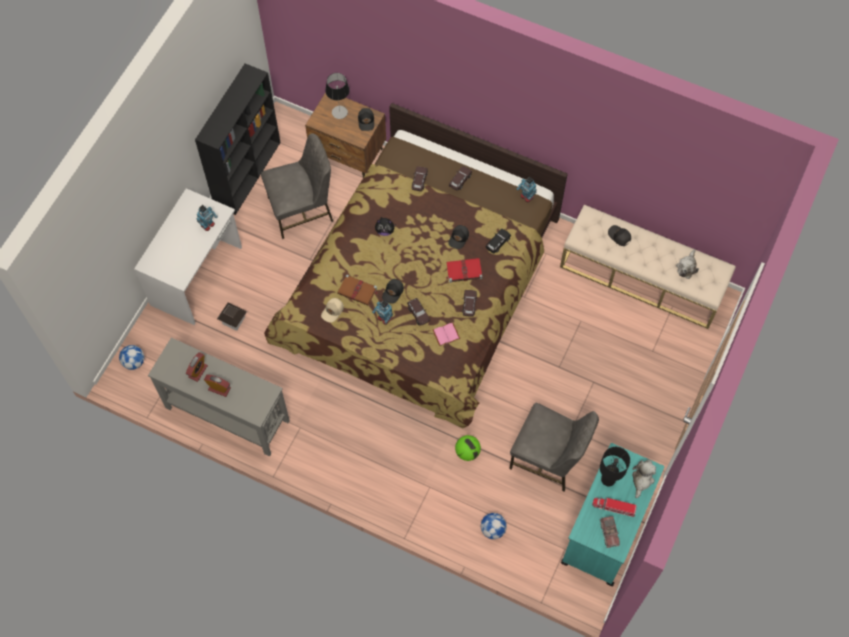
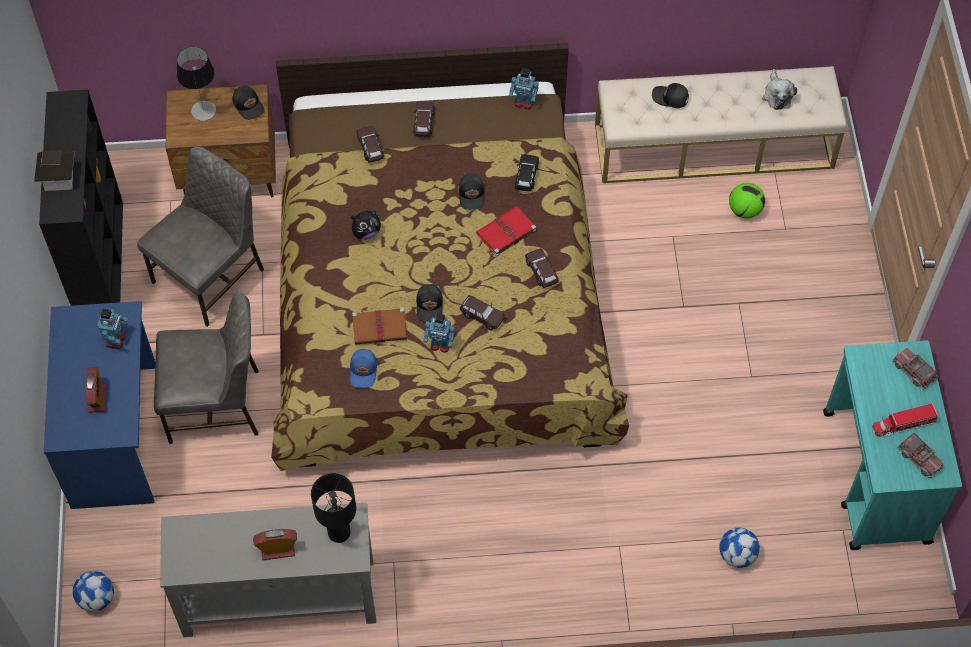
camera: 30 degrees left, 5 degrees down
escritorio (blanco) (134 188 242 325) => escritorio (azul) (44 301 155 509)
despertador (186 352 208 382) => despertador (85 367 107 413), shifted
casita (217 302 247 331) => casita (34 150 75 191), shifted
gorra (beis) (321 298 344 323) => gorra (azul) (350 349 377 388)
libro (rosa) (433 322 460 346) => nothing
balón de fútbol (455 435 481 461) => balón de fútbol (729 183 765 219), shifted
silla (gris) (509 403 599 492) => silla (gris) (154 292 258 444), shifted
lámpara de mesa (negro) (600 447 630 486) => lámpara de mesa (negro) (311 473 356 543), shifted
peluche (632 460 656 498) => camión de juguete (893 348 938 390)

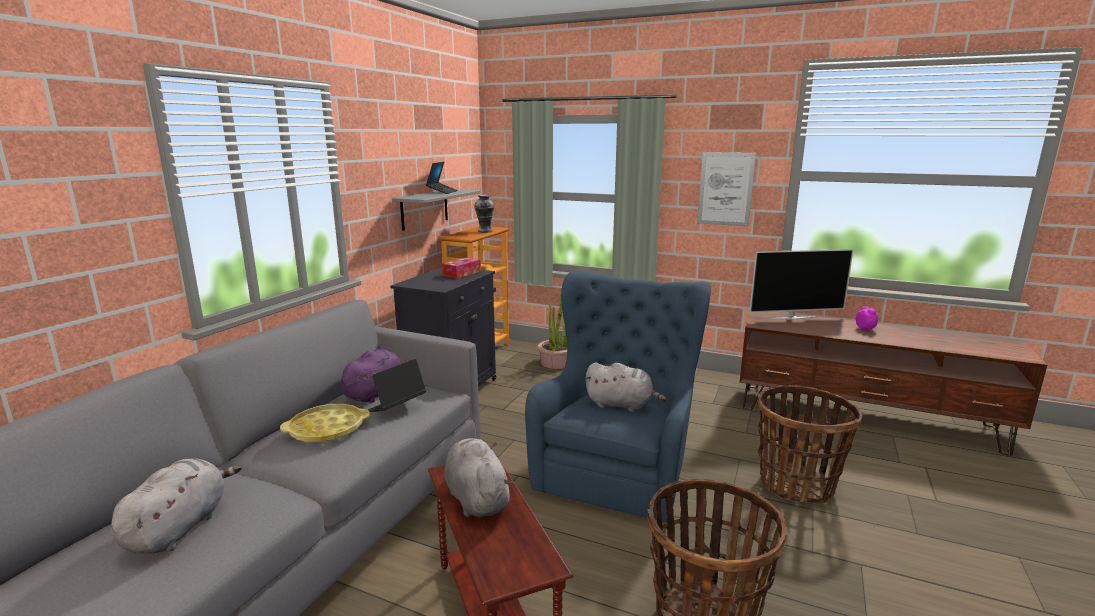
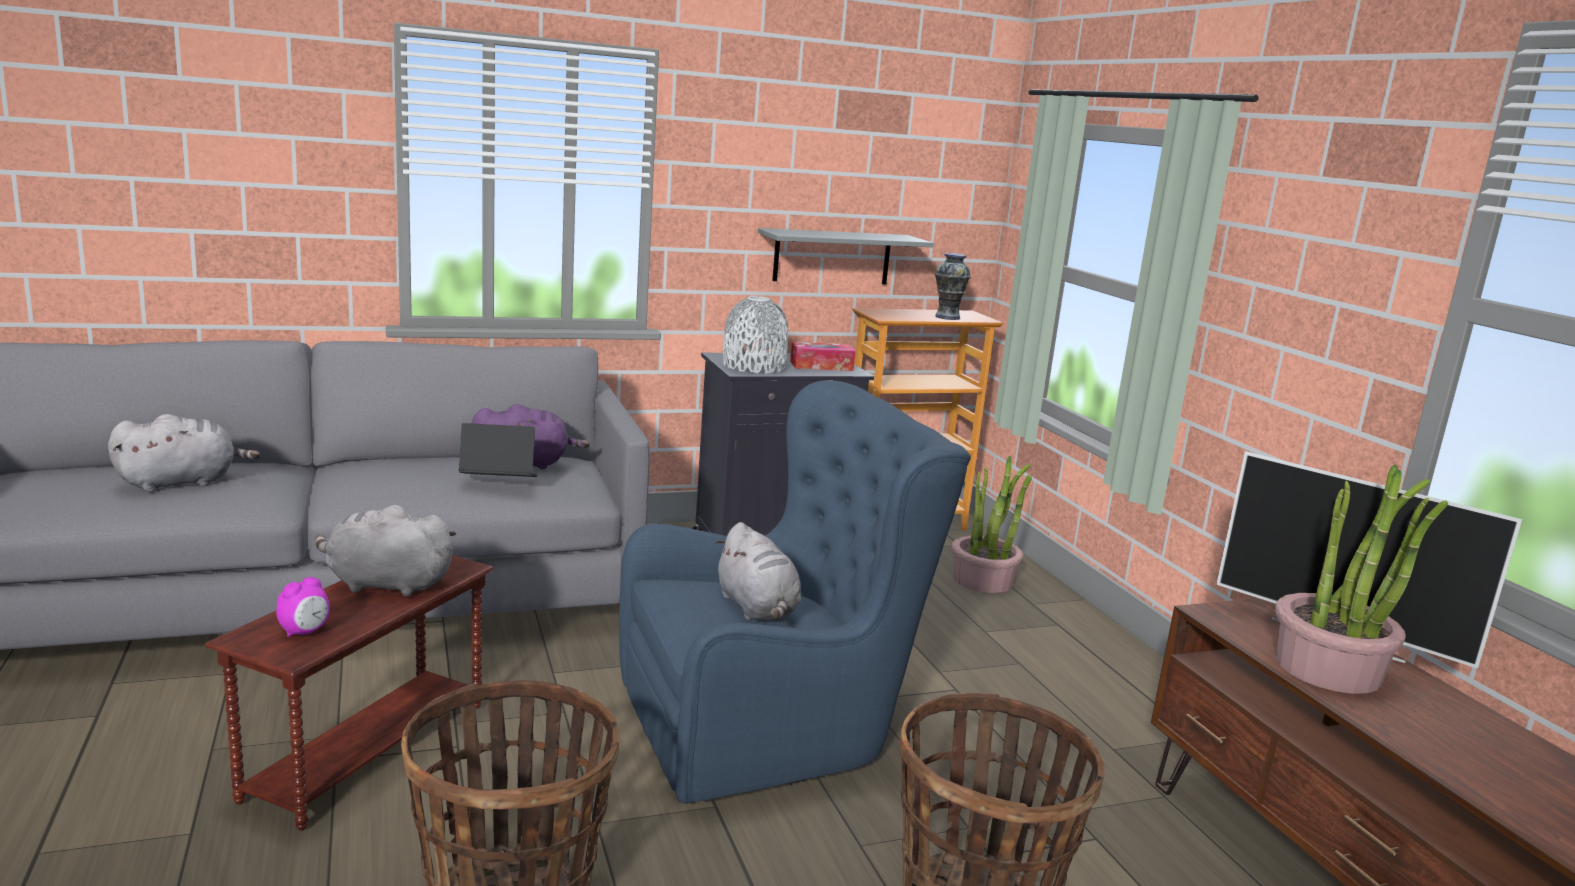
camera: 45 degrees right, 0 degrees up
bandeja (amarillo) (280 404 370 443) => nothing
portátil (426 162 458 194) => nothing
peluche (gris) (445 438 513 517) => peluche (gris) (315 505 456 597), 105 degrees counterclockwise
cuadro (697 152 756 226) => nothing
despertador (856 307 878 331) => despertador (276 577 330 637), shifted
nothing => florero (gris) (723 296 788 374)
nothing => planta en maceta (1275 465 1448 694)

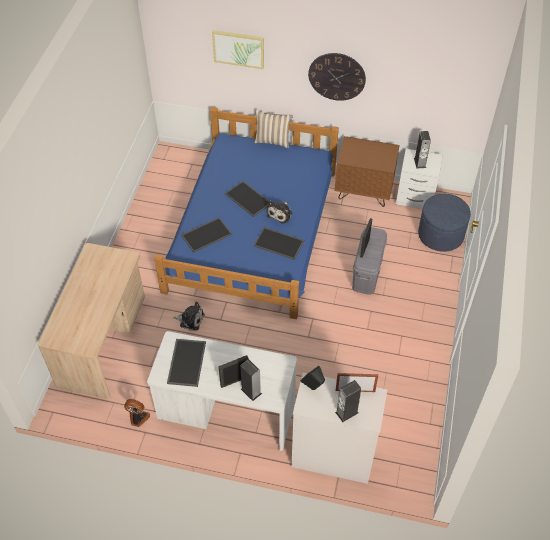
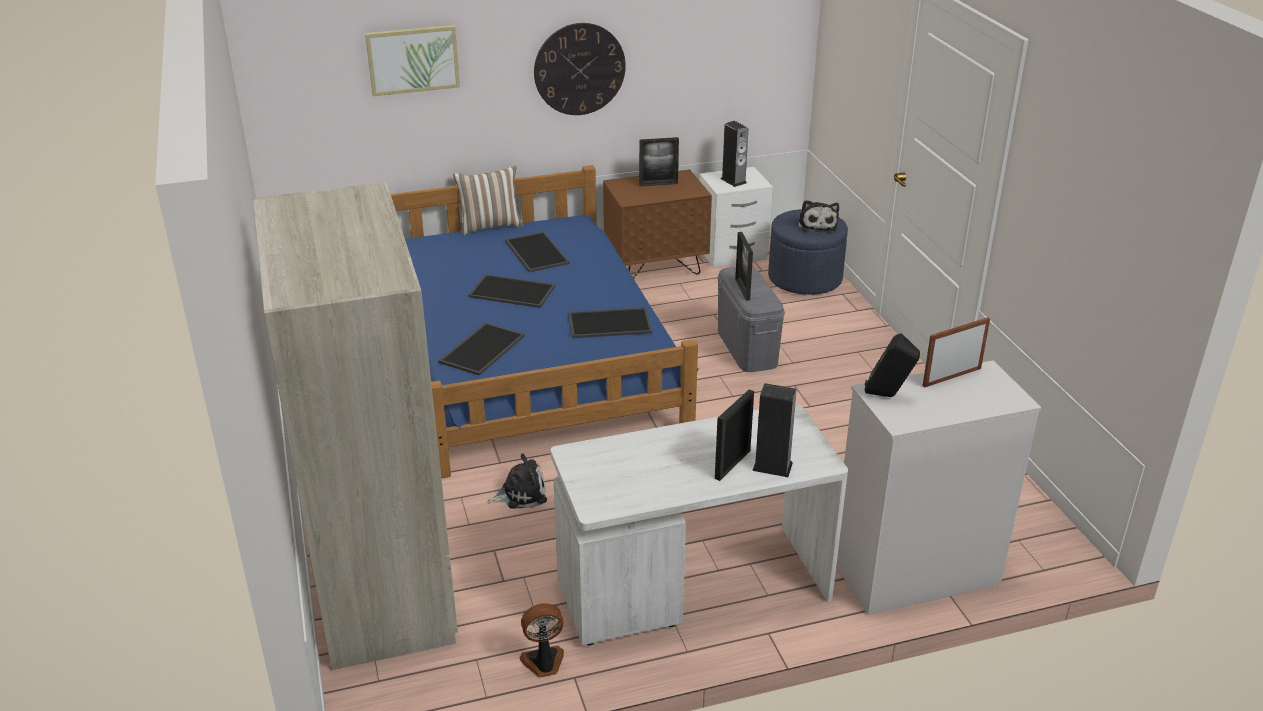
camera: 30 degrees left, 20 degrees down
escritorio (beis) (38 243 145 399) => armario ropero (beis) (253 182 458 670)
bandeja (167 339 206 387) => bandeja (505 232 569 272), shifted
peluche (267 201 292 224) => peluche (798 200 839 232), shifted
altavoz (335 380 361 422) => nothing
nothing => portarretratos (639 137 679 186)

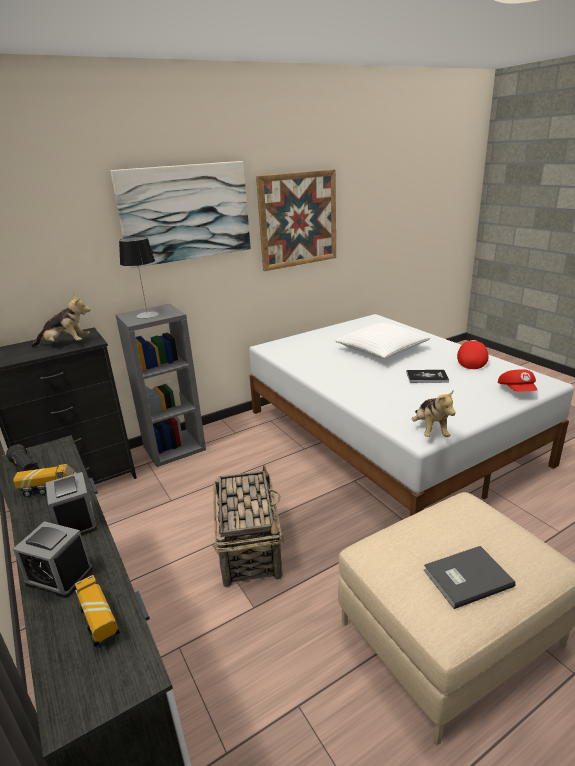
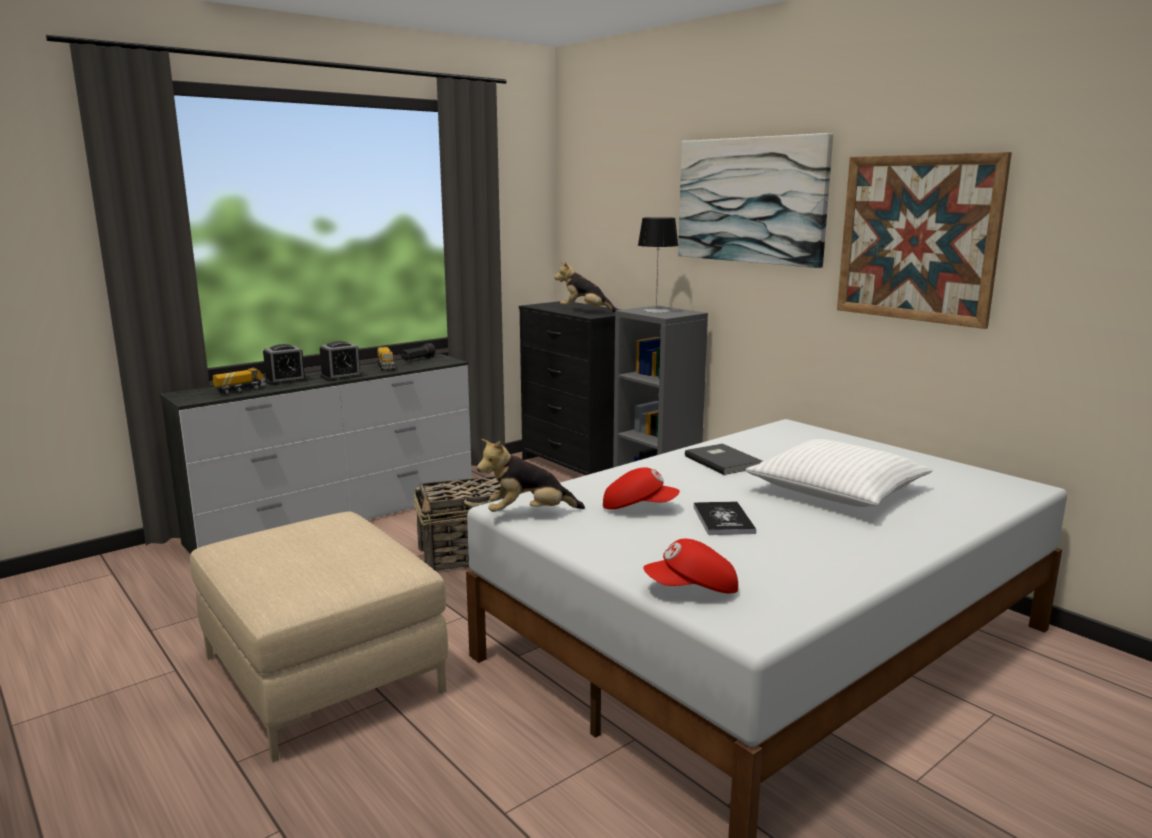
camera: 80 degrees right, 10 degrees down
despertador (13 521 93 598) => despertador (263 344 307 385), 135 degrees counterclockwise
peluche (31 295 90 347) => peluche (554 261 618 312), 120 degrees clockwise
libro (gris) (424 546 516 609) => libro (gris) (685 444 762 475), shifted
gorra (rojo) (457 340 488 369) => gorra (rojo) (603 467 680 509), shifted

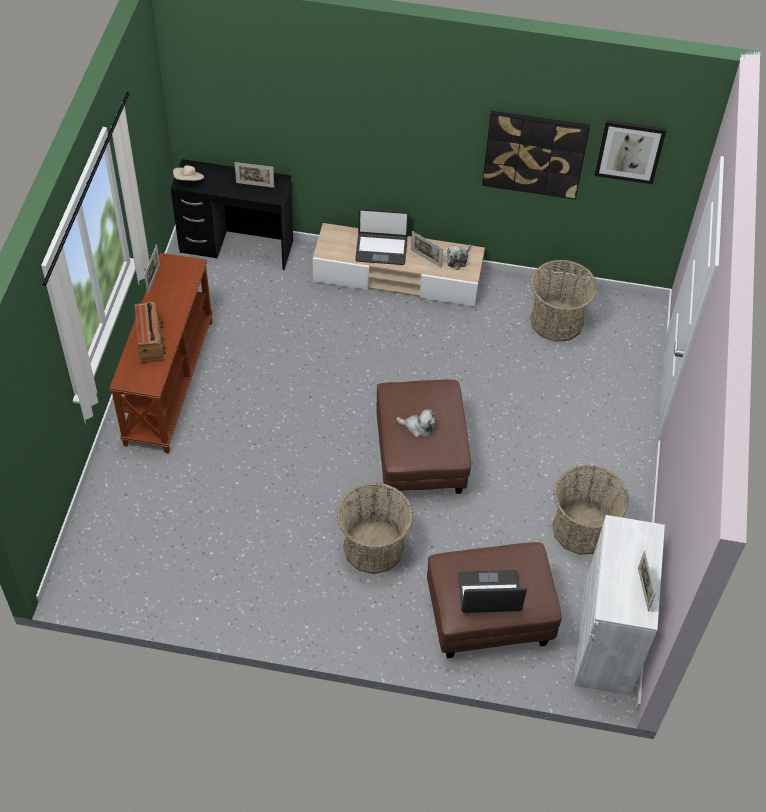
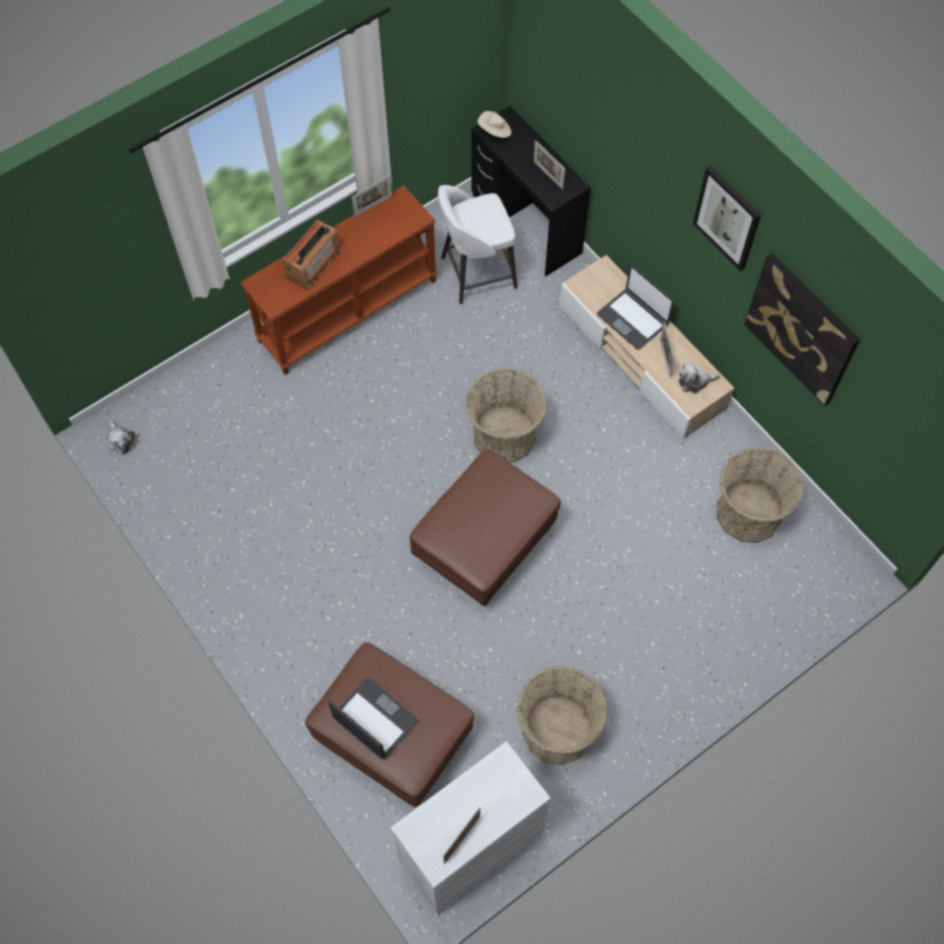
camera: 45 degrees right, 10 degrees up
cesta (337 483 413 574) => cesta (466 368 547 463), shifted
peluche (396 409 436 438) => peluche (108 419 135 455), shifted
cuadro (595 120 667 184) => cuadro (693 166 761 271), shifted
nothing => taburete (blanco) (438 185 518 304)

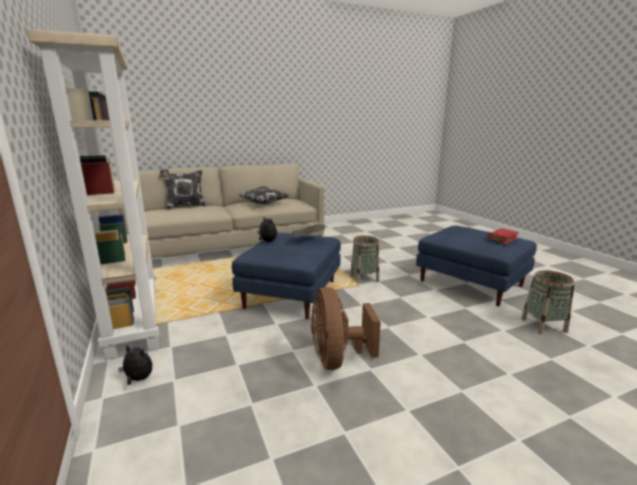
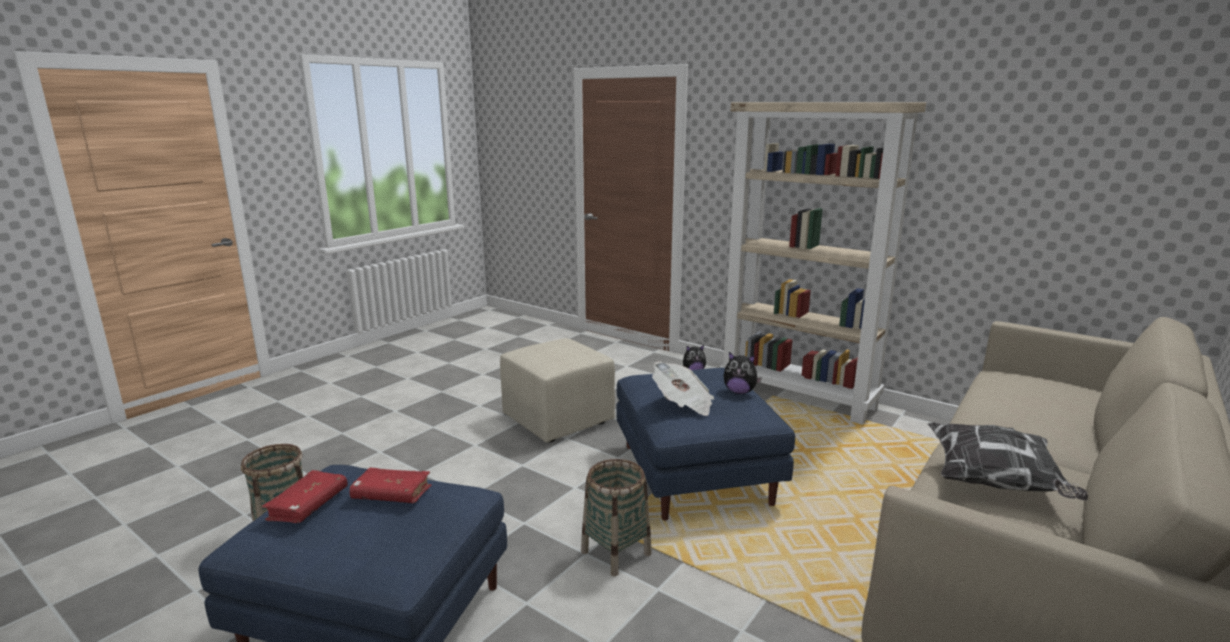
camera: 150 degrees right, 0 degrees up
cojín (160 169 206 209) => nothing
ventilador (marrón) (311 287 381 370) => puf (beis) (500 338 615 442)
nothing => libro (rojo) (350 467 432 503)

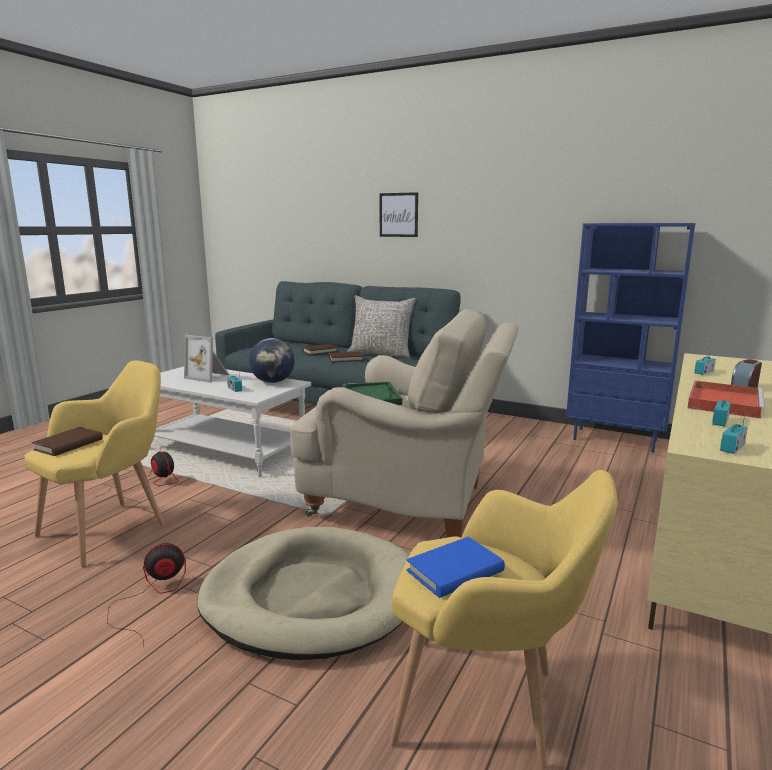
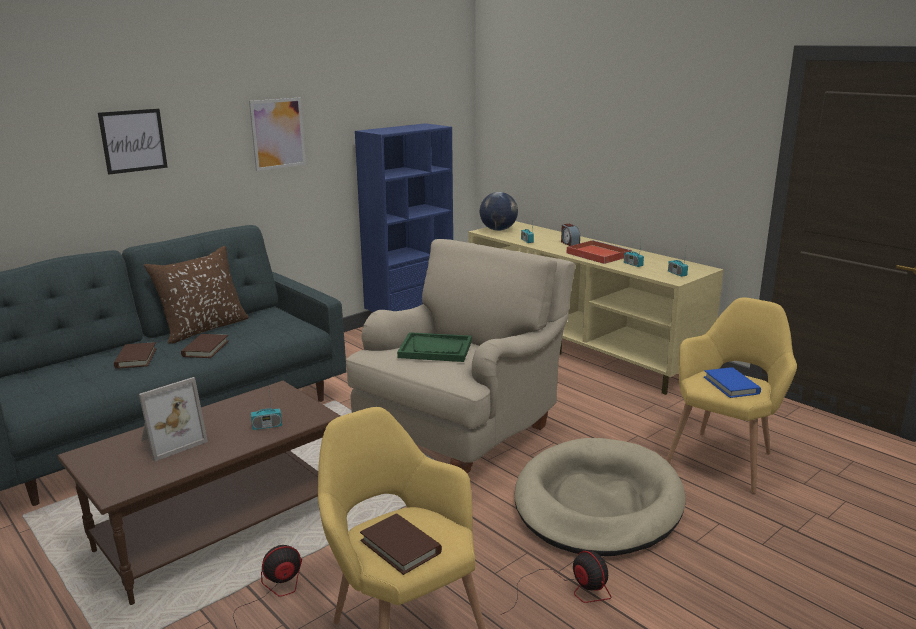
camera: 70 degrees left, 5 degrees up
ventilador (107 543 186 647) => ventilador (501 551 612 615), 150 degrees clockwise
mesa de centro (blanco) (149 366 311 477) => mesa de centro (marrón) (57 381 340 605)
globo terráqueo (249 338 295 383) => globo terráqueo (479 192 518 231), shifted
cojín (gris) (347 295 416 357) => cojín (marrón) (144 246 249 344)
nothing => cuadro (249 98 306 171)

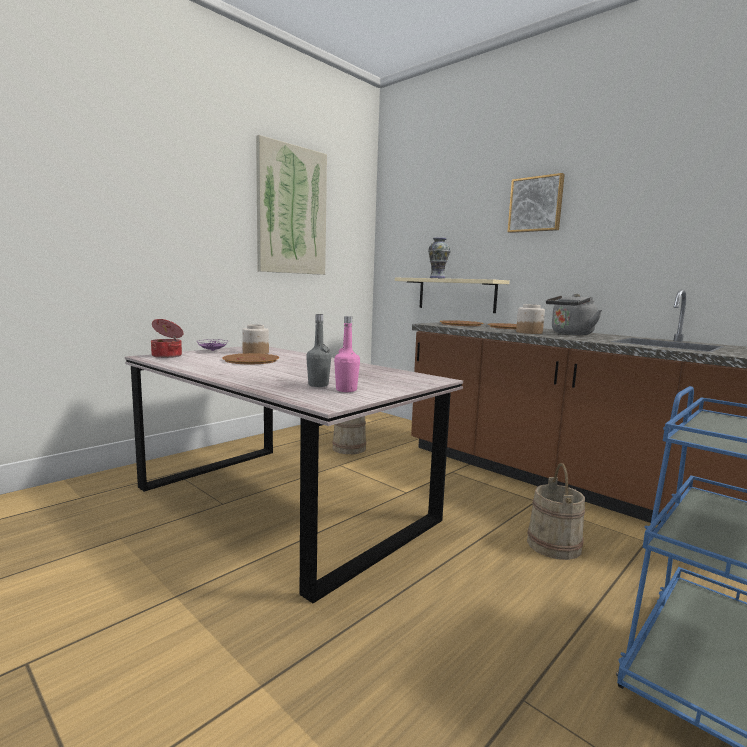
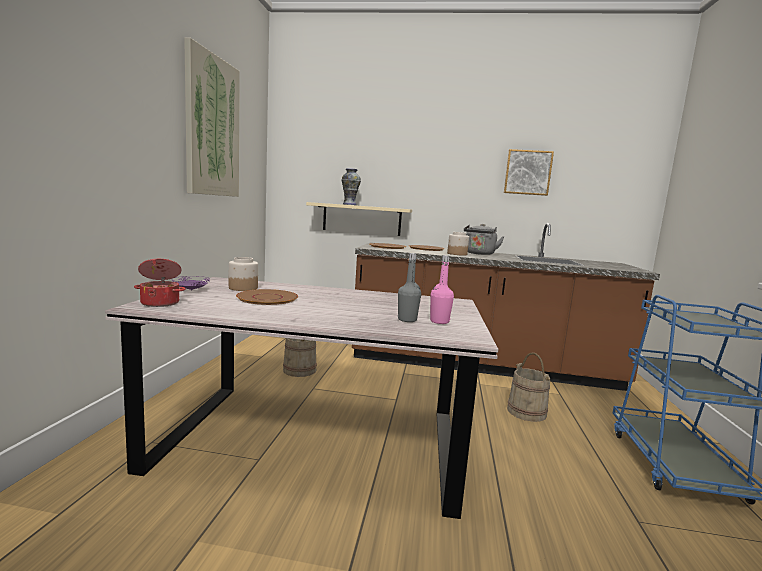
camera: 35 degrees left, 0 degrees up
cuadro (508 173 565 233) => cuadro (504 149 554 196), shifted

